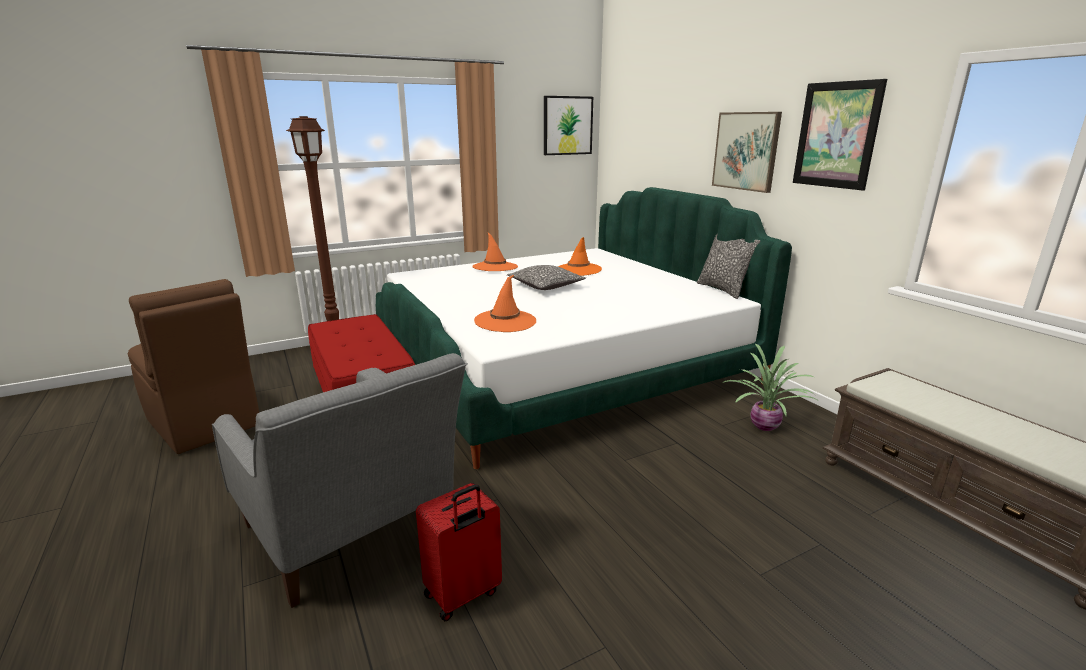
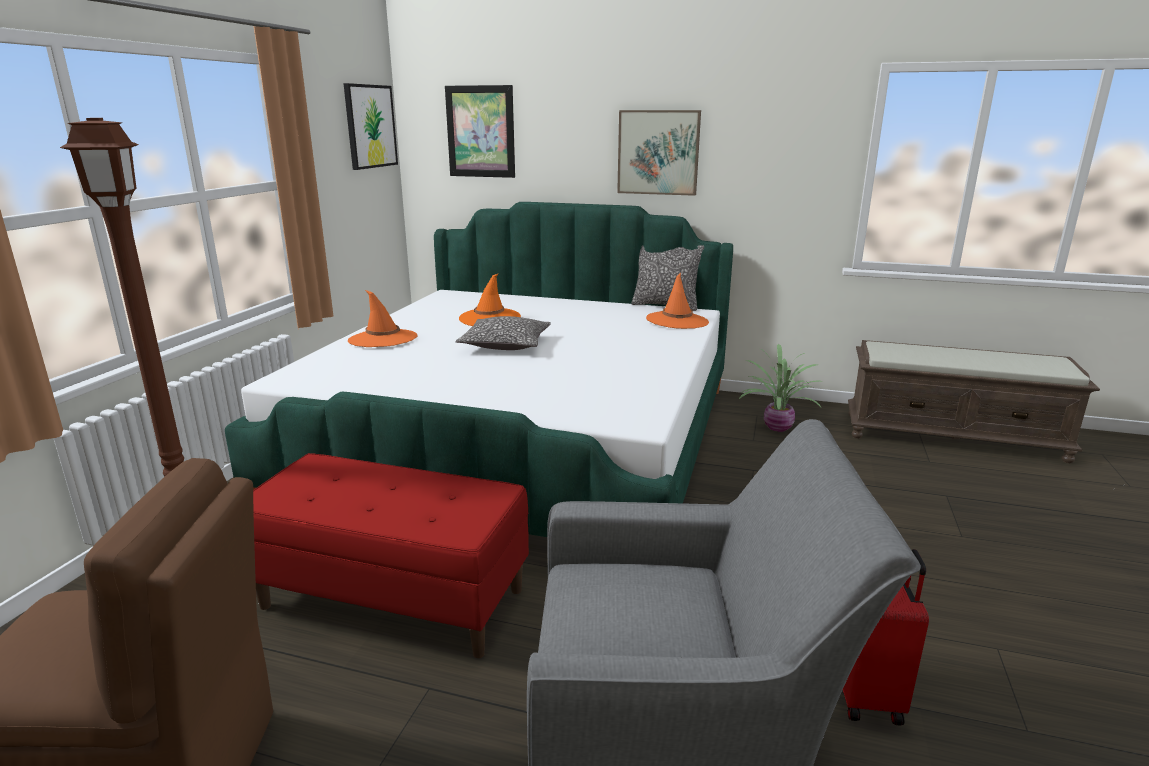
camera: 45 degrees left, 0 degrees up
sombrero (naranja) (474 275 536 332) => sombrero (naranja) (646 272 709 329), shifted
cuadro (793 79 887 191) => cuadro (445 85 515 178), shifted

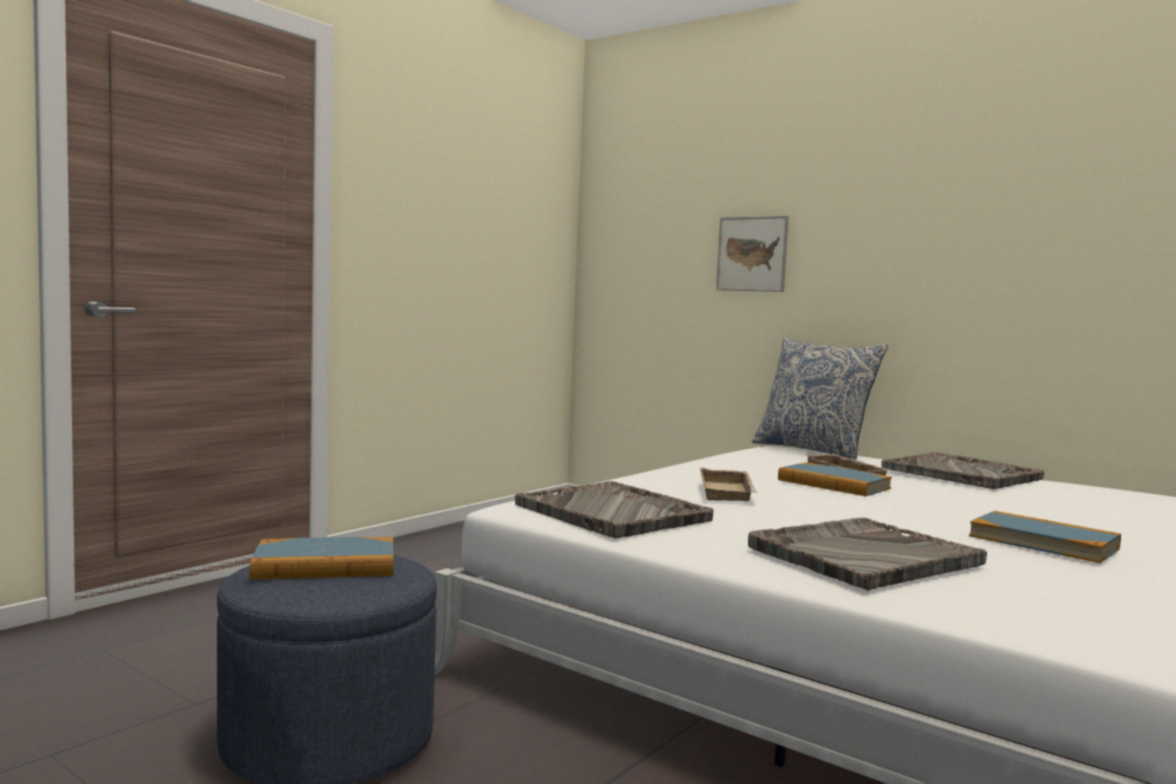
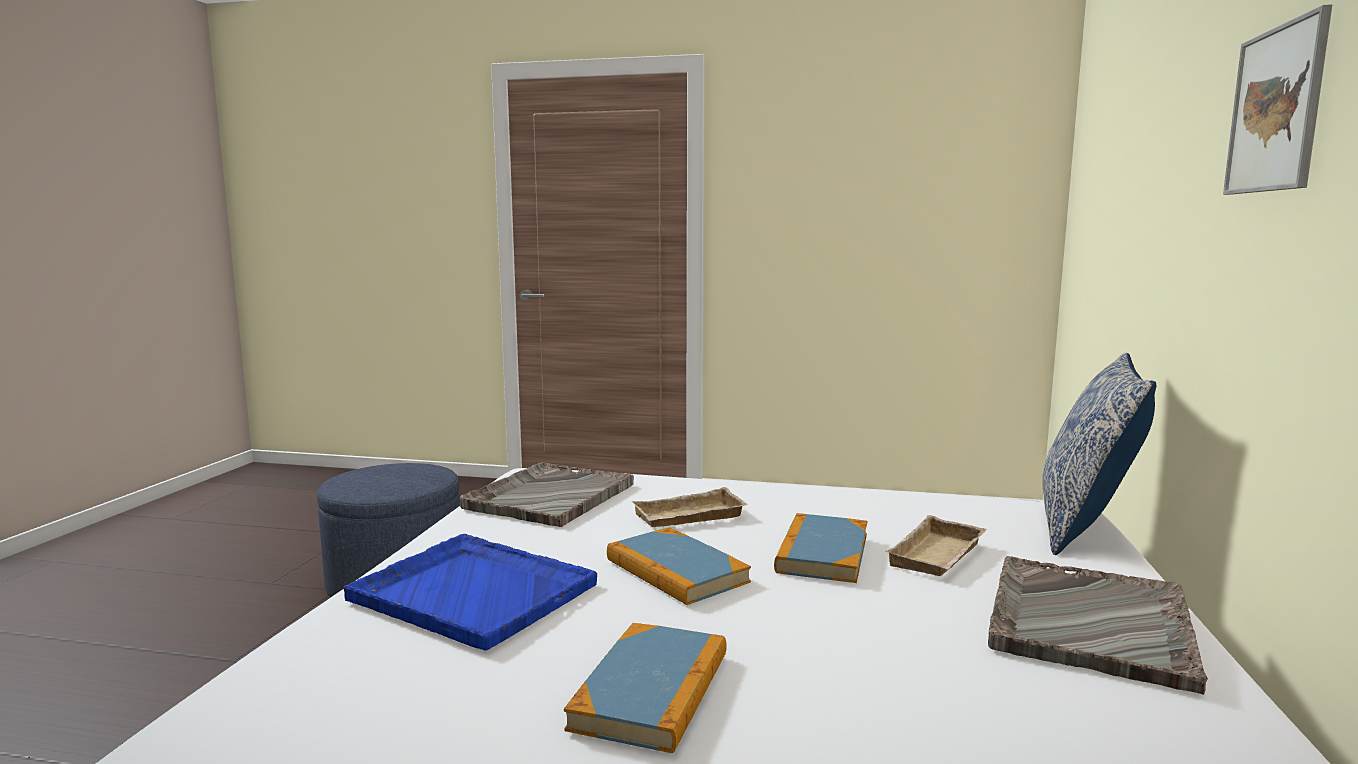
camera: 65 degrees right, 5 degrees up
libro (250 537 393 580) => libro (607 528 751 605), shifted
cuadro (716 216 789 292) => cuadro (1223 4 1332 195), shifted
bandeja (gris) (748 518 987 591) => bandeja (azul) (343 534 597 650)

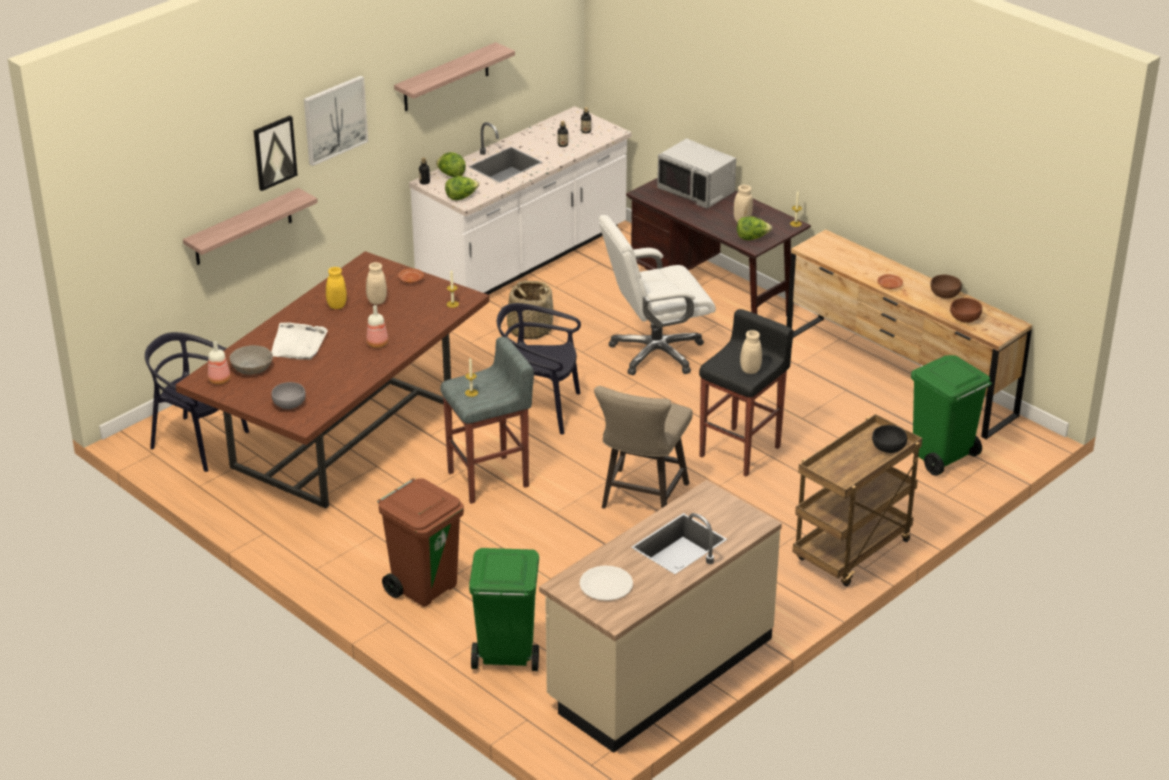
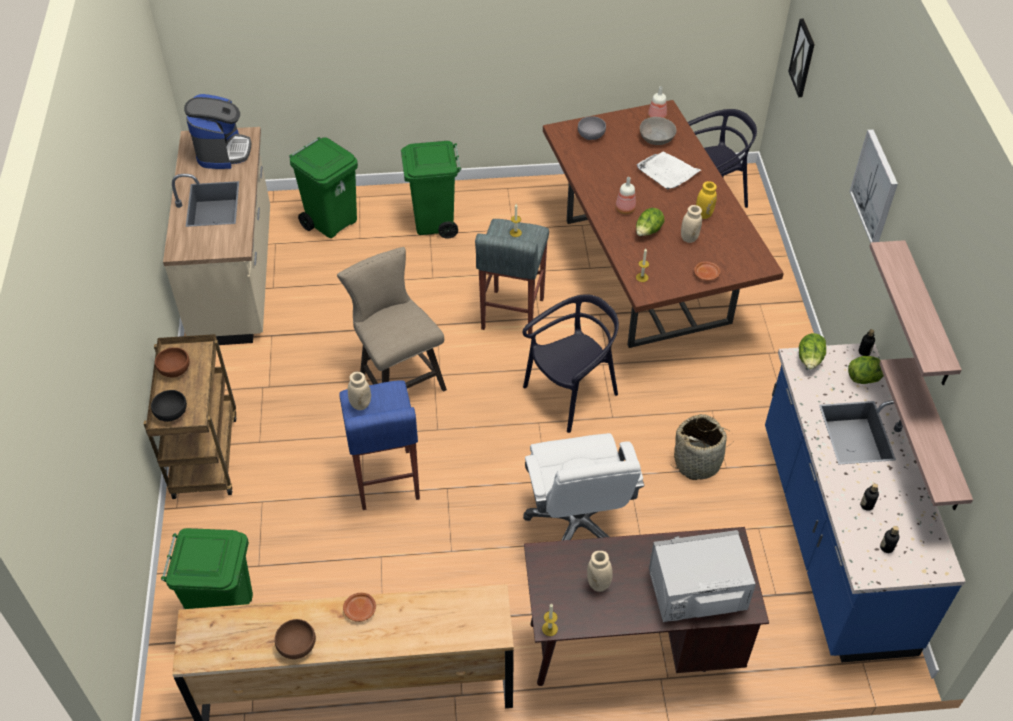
camera: 130 degrees right, 15 degrees up
estante (183 188 318 265) => estante (879 358 973 510), shifted
cuadro (253 115 298 191) => cuadro (788 19 815 97), shifted
papelera (marrón) (377 478 464 607) => papelera (verde) (401 141 461 239)
mueble bajo de cocina (blanco) (409 106 632 295) => mueble bajo de cocina (azul) (765 343 966 663)
plato (blanco) (580 565 633 601) => cafetera (184 94 251 169)
silla de oficina (blanco) (599 215 716 375) => silla de oficina (blanco) (523 433 644 541), 150 degrees clockwise
taburete (negro) (699 309 794 477) => taburete (azul) (339 380 420 510)
lechuga (737 216 772 240) => lechuga (636 208 665 236), shifted
cuenco (marrón) (950 298 982 323) => cuenco (marrón) (155 347 190 377), shifted

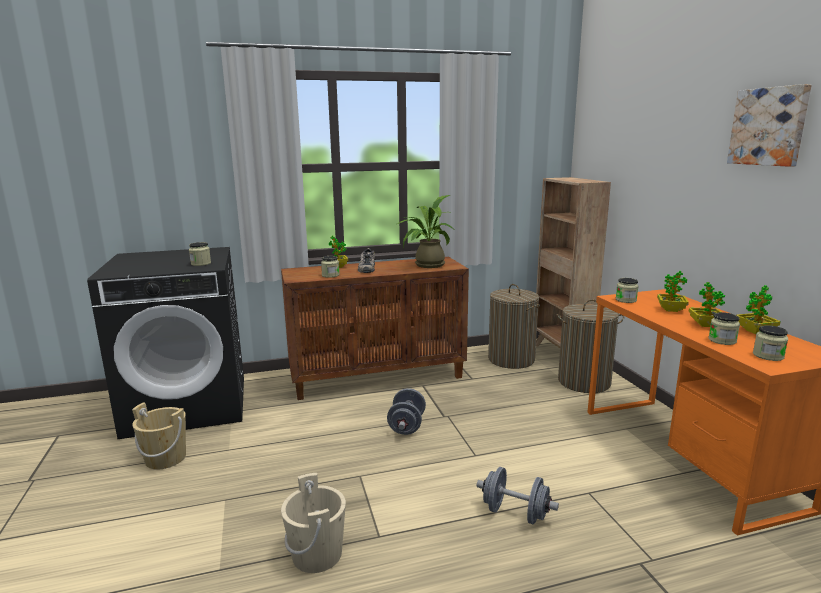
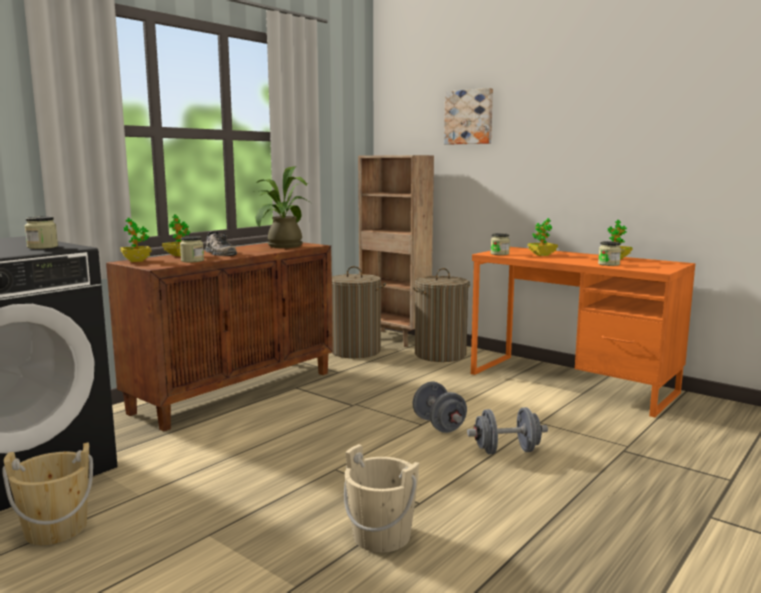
camera: 35 degrees left, 5 degrees down
mancuerna (gris) (387 388 426 435) => mancuerna (gris) (413 382 467 433), shifted
planta en maceta (688 282 725 327) => planta en maceta (120 218 151 262), shifted
cuadro (727 84 812 167) => cuadro (444 88 493 145), shifted
tarro (753 325 788 361) => nothing

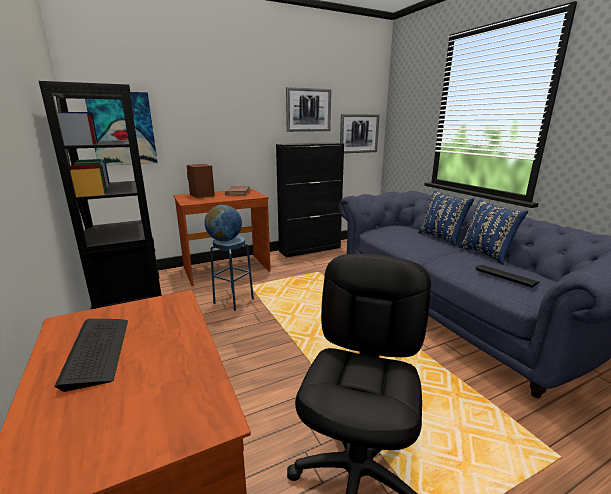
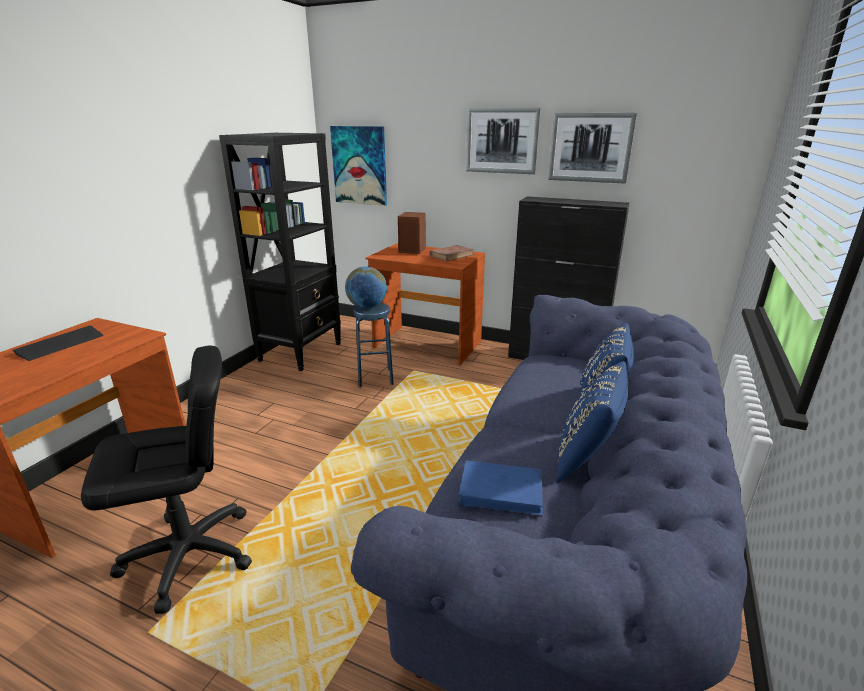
camera: 50 degrees right, 5 degrees up
cuadro (340 114 380 154) => cuadro (466 108 541 174), shifted
teclado (475 265 539 288) => libro (azul) (458 461 543 517)

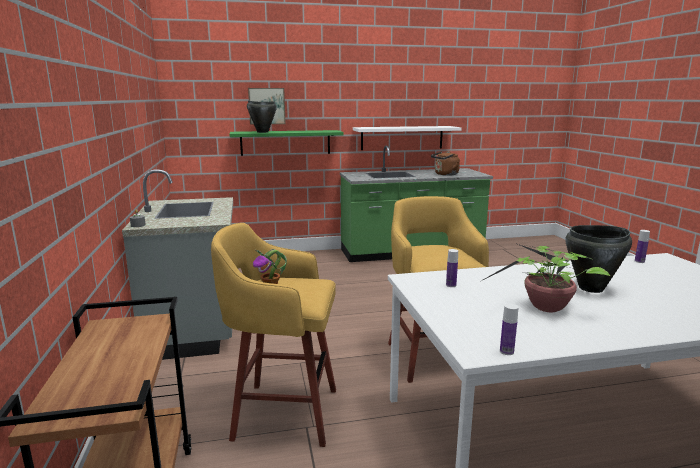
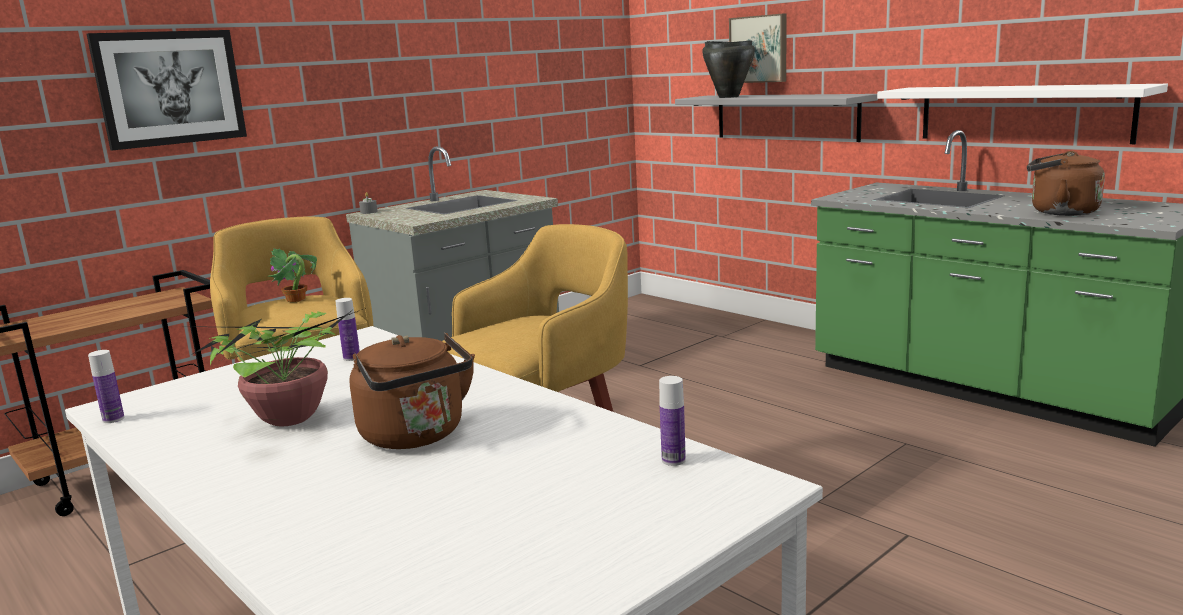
camera: 60 degrees right, 0 degrees up
estante (verde) (229 130 343 156) => estante (gris) (675 94 878 142)
olla (negro) (565 225 632 293) => hervidor (marrón) (349 333 475 449)
nothing => cuadro (87 30 247 150)

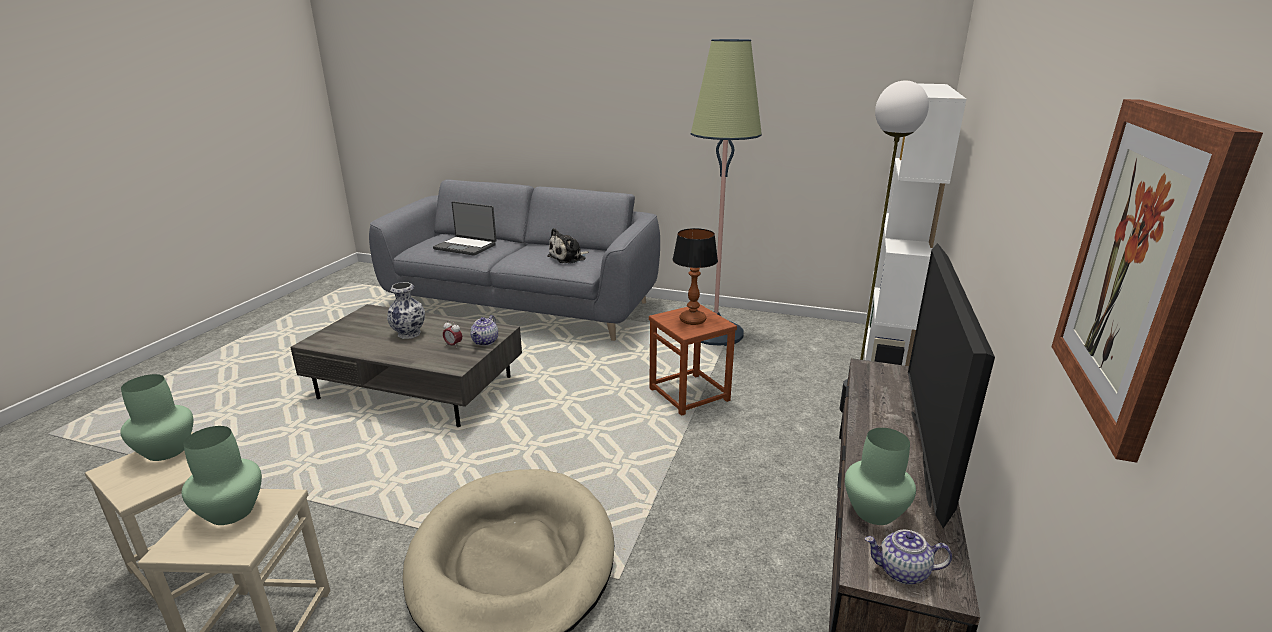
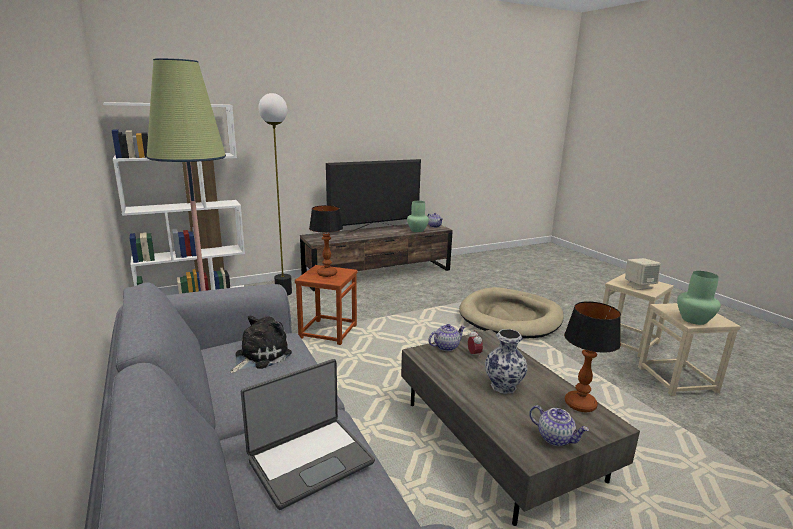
camera: 135 degrees left, 5 degrees down
florero (verde) (182 426 262 525) => altavoz (beis) (625 258 661 290)
portátil (433 201 497 256) => portátil (241 359 375 510), 75 degrees clockwise
peluche (547 228 589 264) => peluche (230 316 292 373), 60 degrees counterclockwise
cuadro (1051 99 1263 463) => nothing
nothing => tetera (529 405 589 446)
nothing => lámpara de mesa (564 301 621 412)

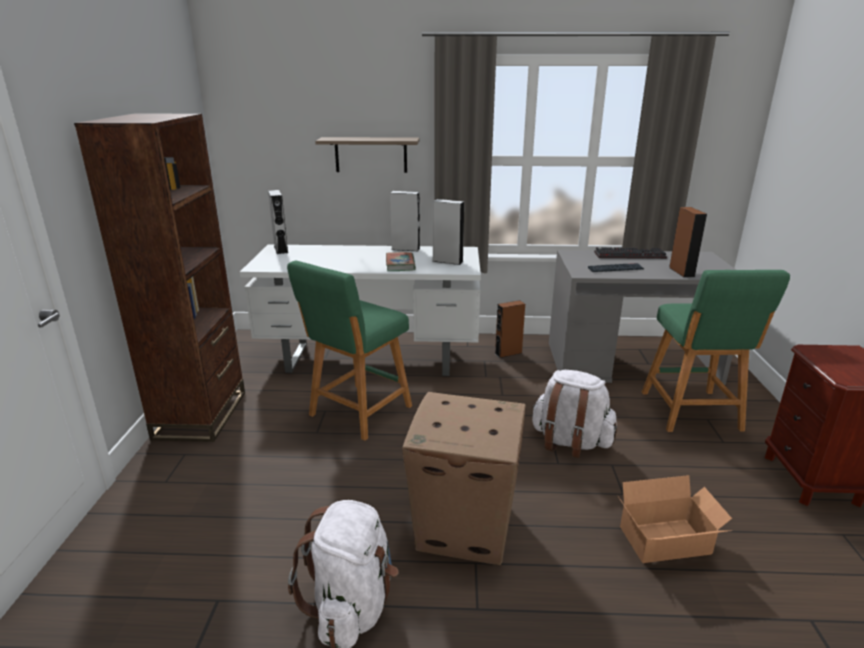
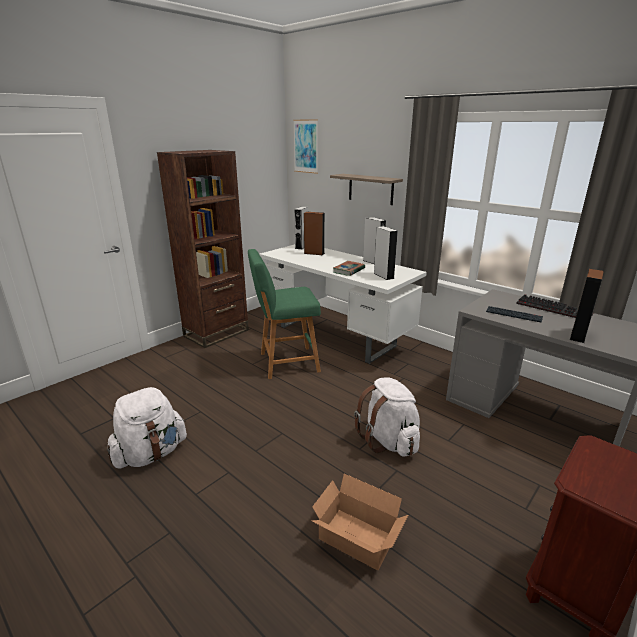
camera: 40 degrees right, 0 degrees up
caja de cartón (402 392 526 565) => nothing
altavoz (marrón) (495 300 525 358) => altavoz (marrón) (304 212 325 255), shifted
taburete (verde) (642 270 790 432) => nothing
nothing => cuadro (293 119 318 174)

